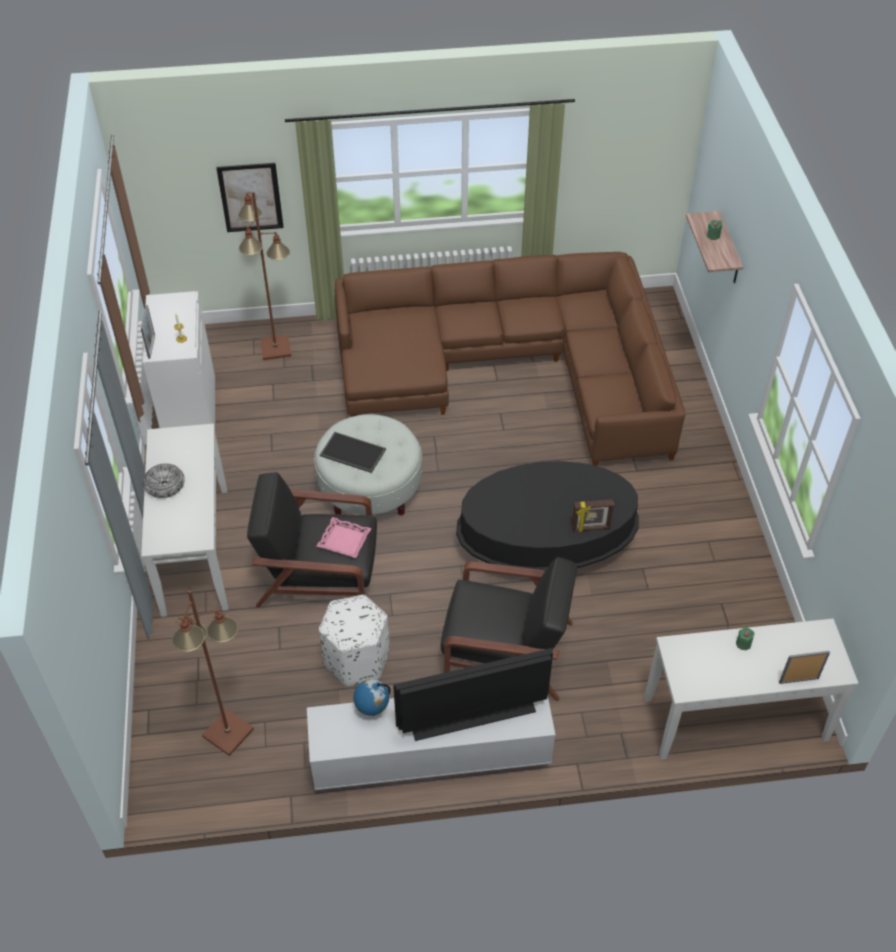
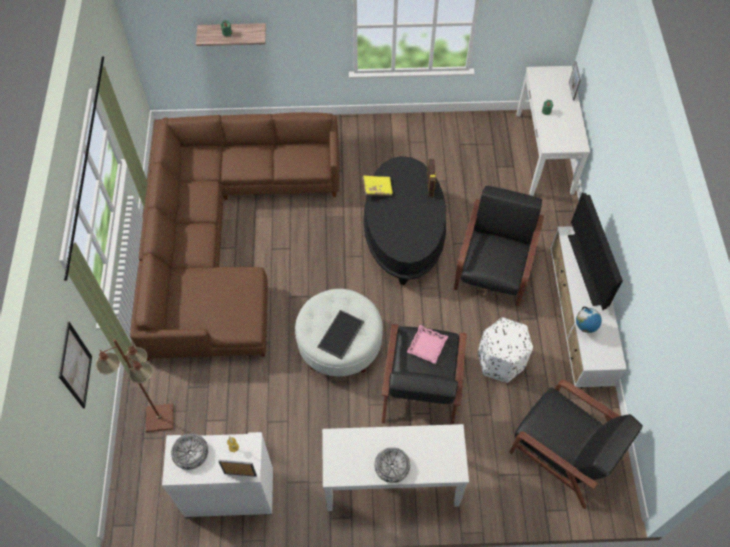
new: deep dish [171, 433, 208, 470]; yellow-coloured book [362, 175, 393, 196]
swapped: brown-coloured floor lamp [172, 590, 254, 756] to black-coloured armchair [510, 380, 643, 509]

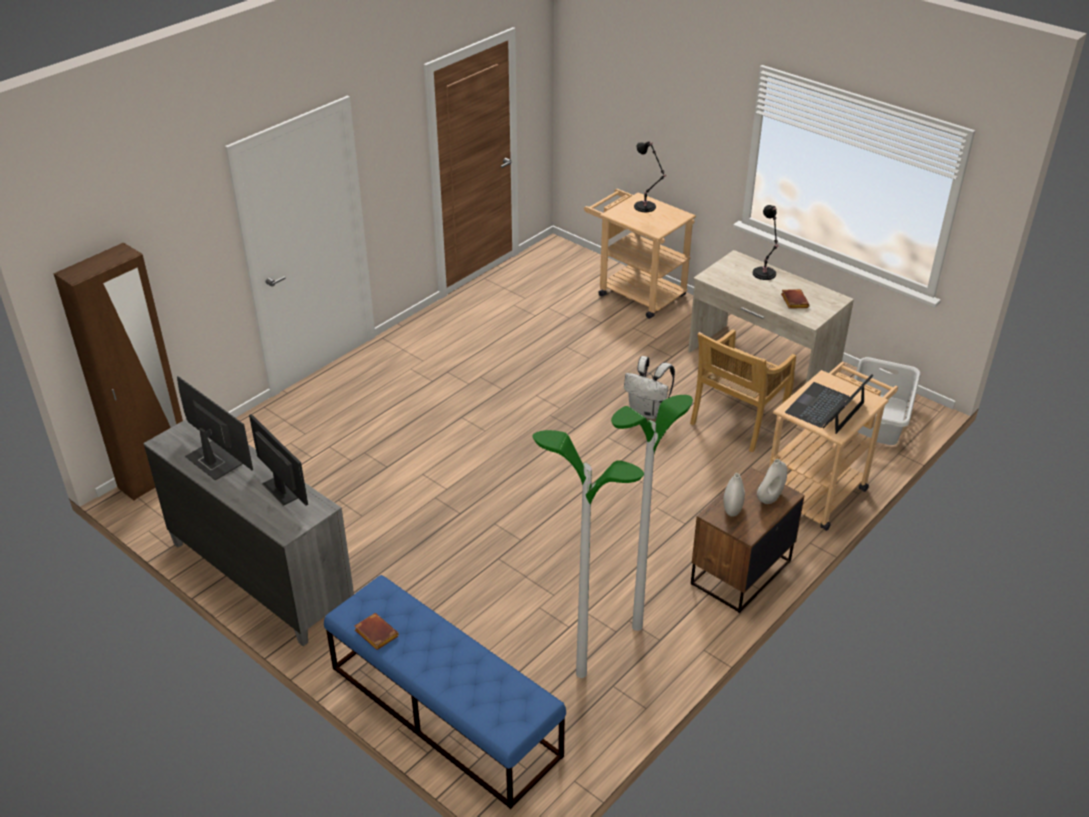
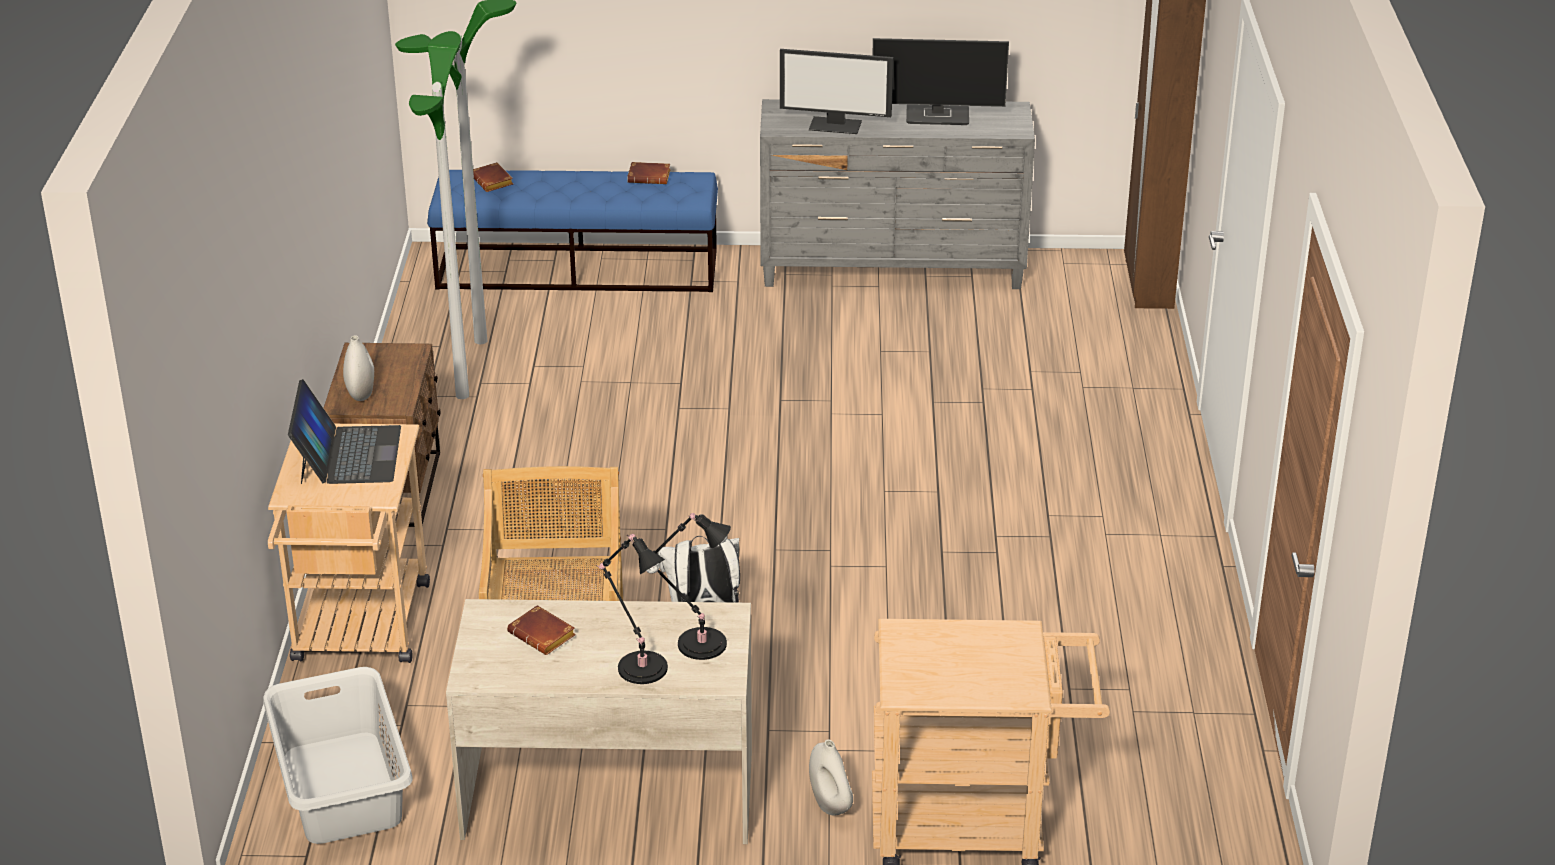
new: brown-coloured book [473, 162, 513, 192]
shifted: black-coloured tabletop lamp [634, 141, 667, 212] to [653, 513, 731, 660]; whitish flower vase [723, 473, 745, 517] to [809, 739, 853, 816]

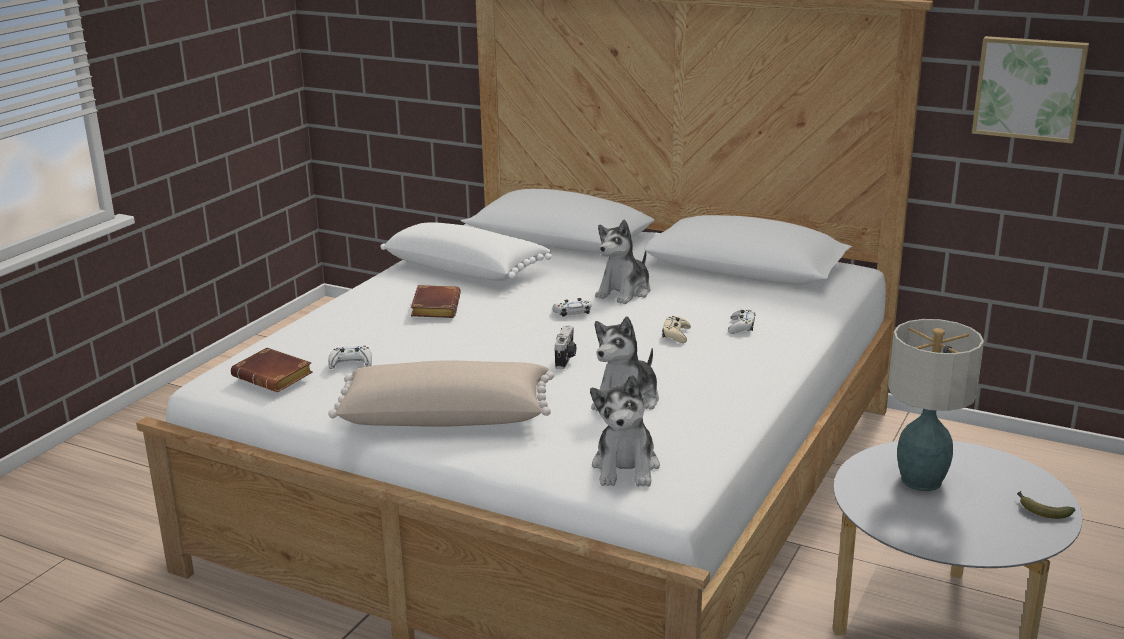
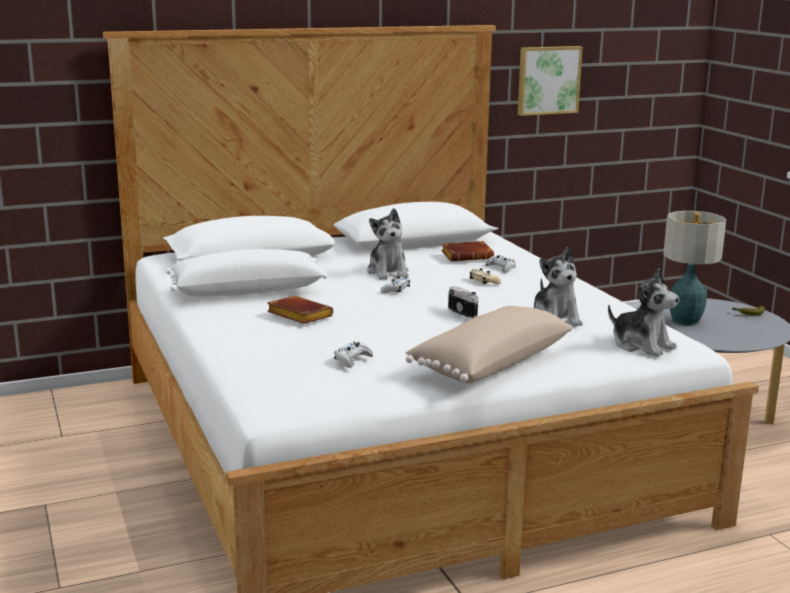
shifted: brown-coloured book [231, 348, 313, 392] to [441, 241, 494, 261]

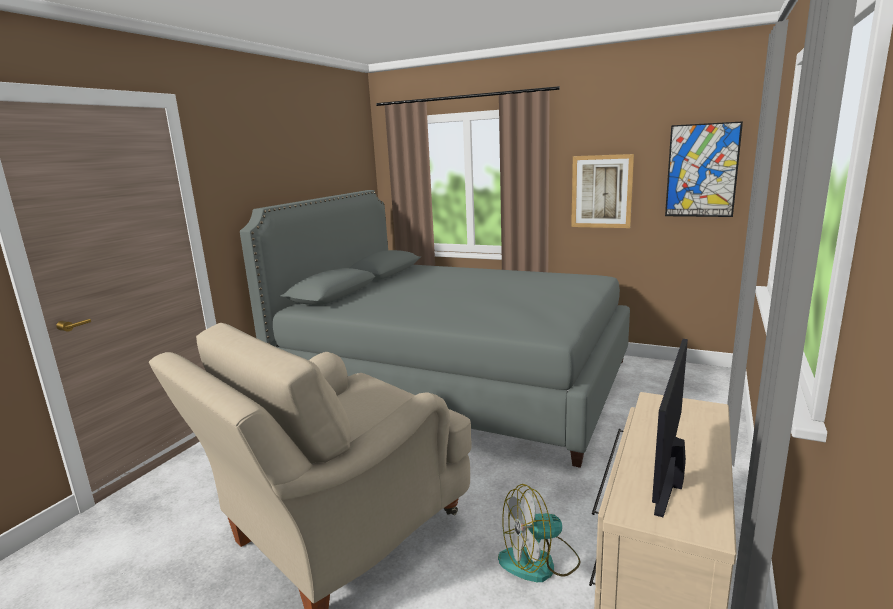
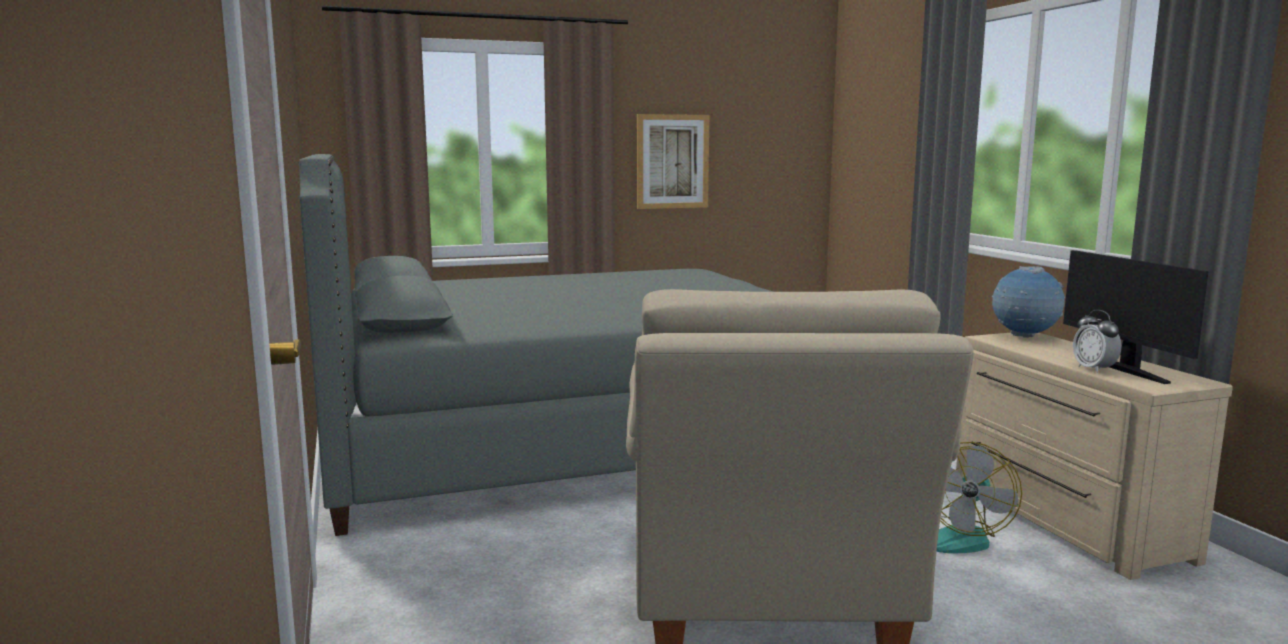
gone: picture [665, 121, 743, 217]
new: globe [991, 266, 1065, 338]; alarm clock [1073, 310, 1122, 373]

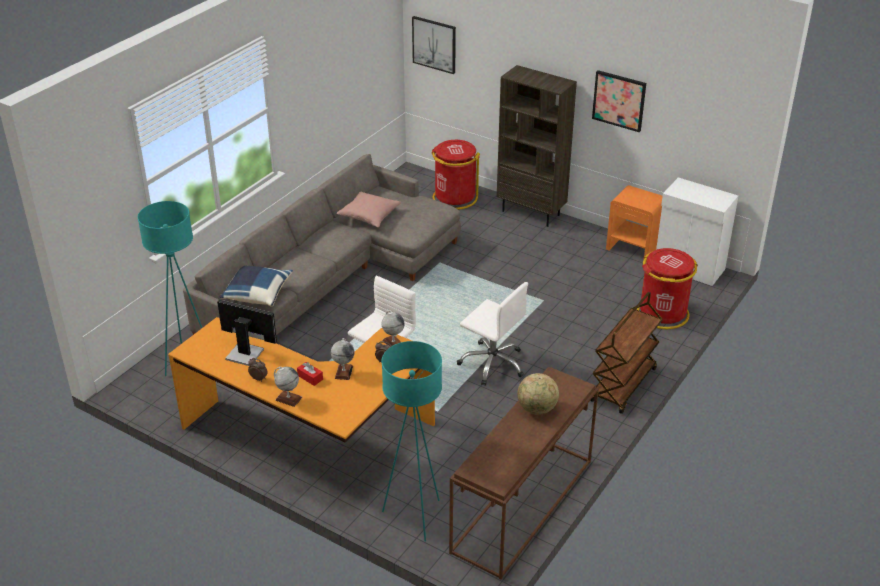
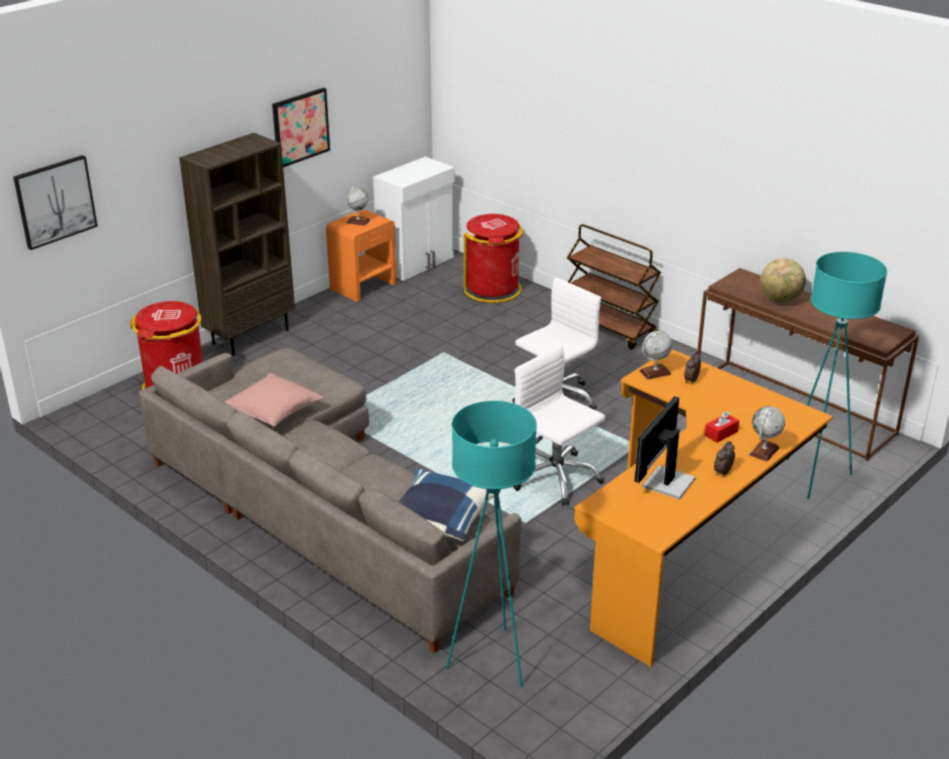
shifted: globe [331, 338, 355, 380] to [345, 187, 370, 226]

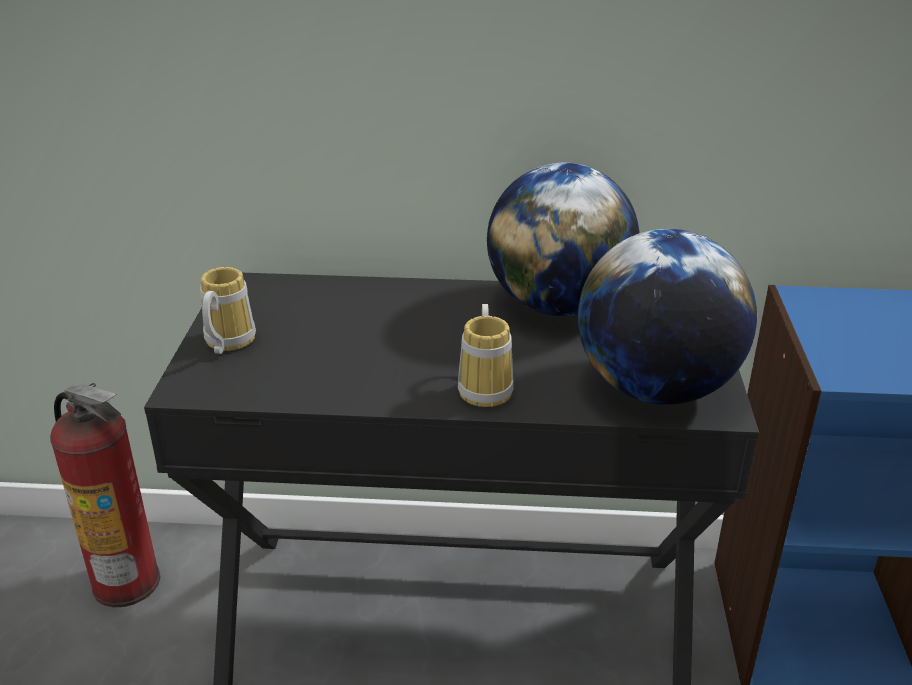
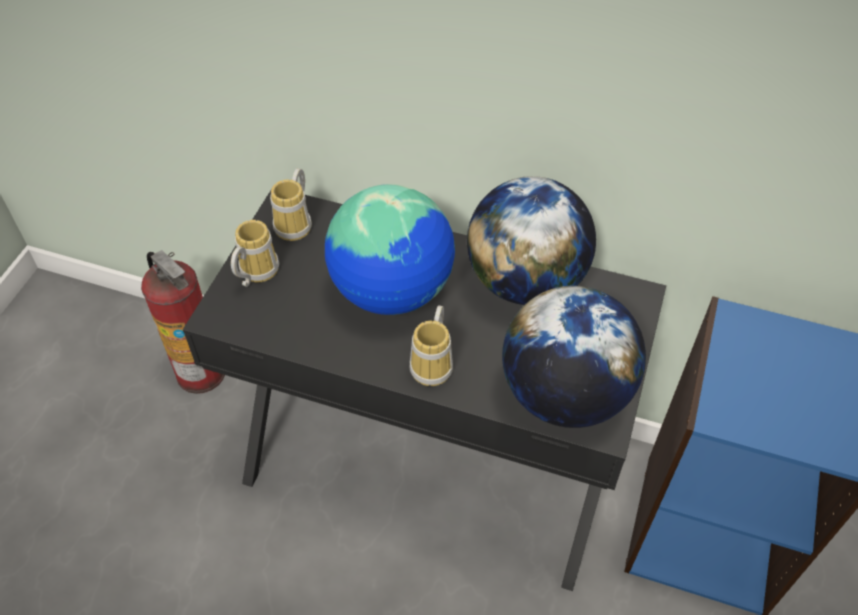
new: tea mug [270, 168, 312, 241]; globe [325, 184, 455, 315]

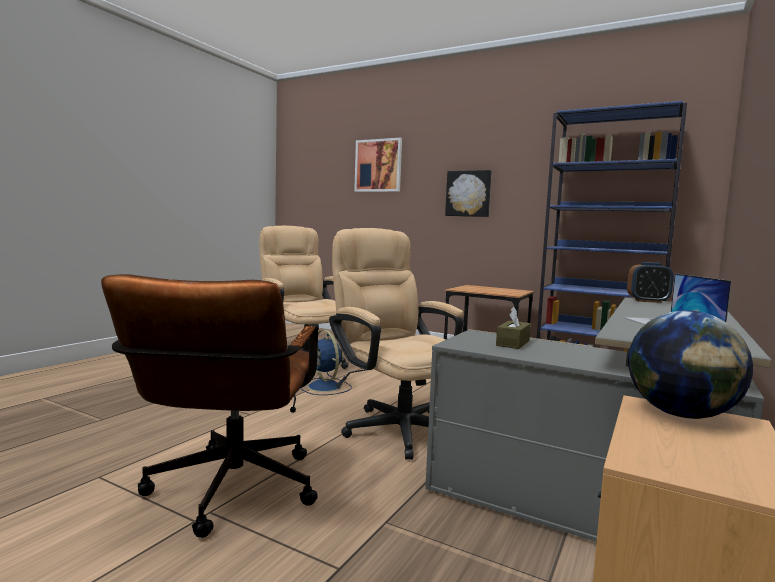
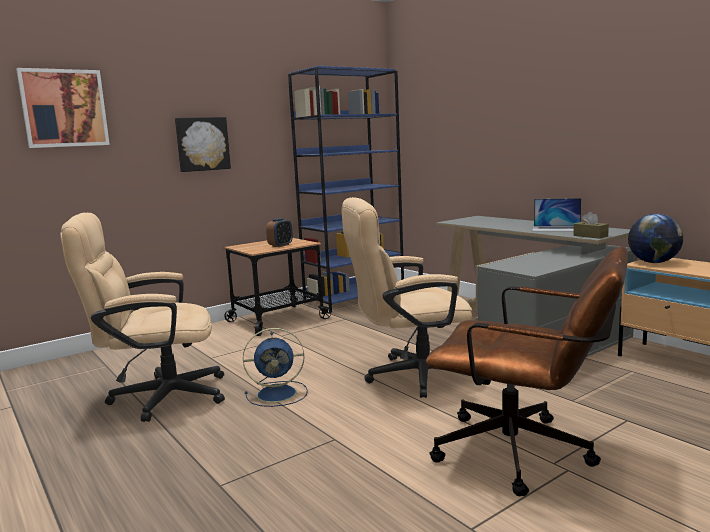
shifted: brown-coloured box of tissues [496, 307, 531, 349] to [573, 212, 609, 239]; alarm clock [627, 262, 674, 303] to [266, 218, 293, 247]

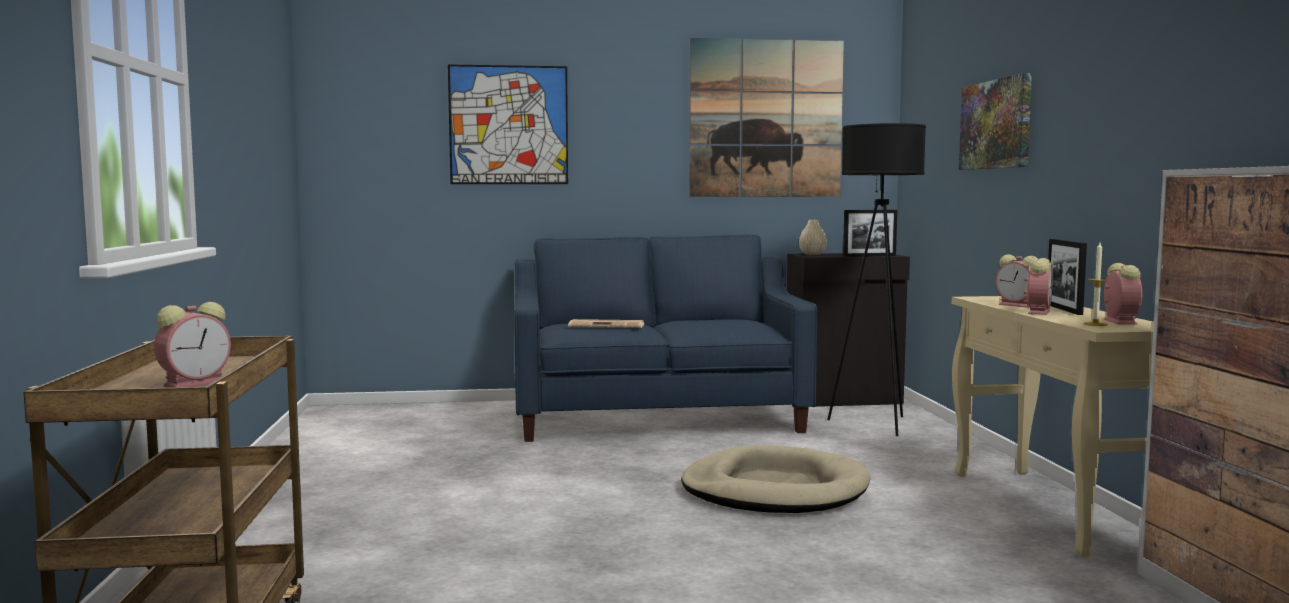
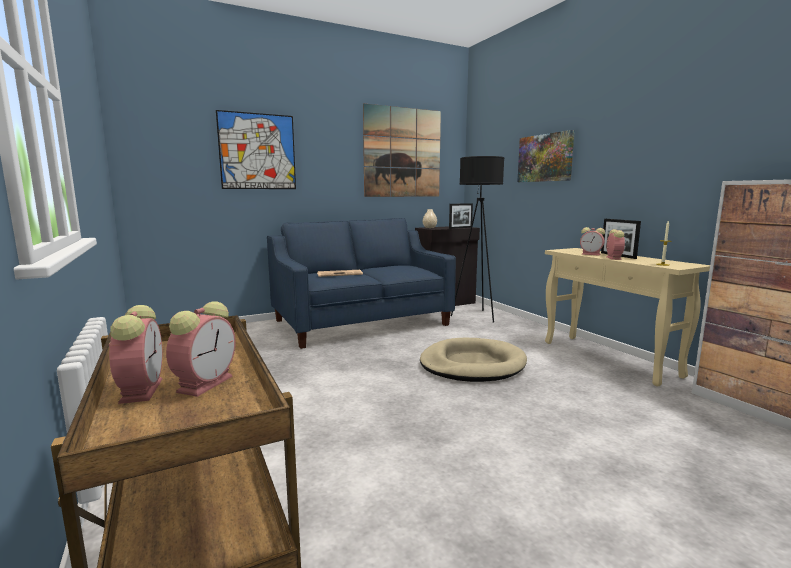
shifted: alarm clock [1104, 263, 1142, 325] to [109, 305, 162, 404]

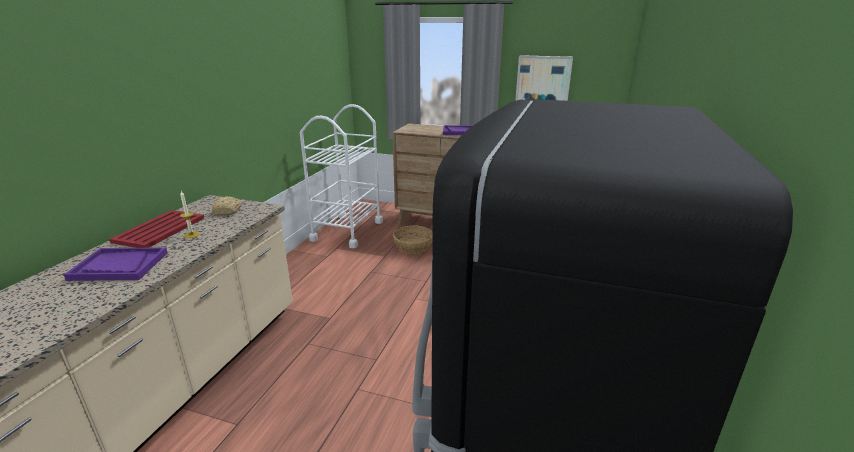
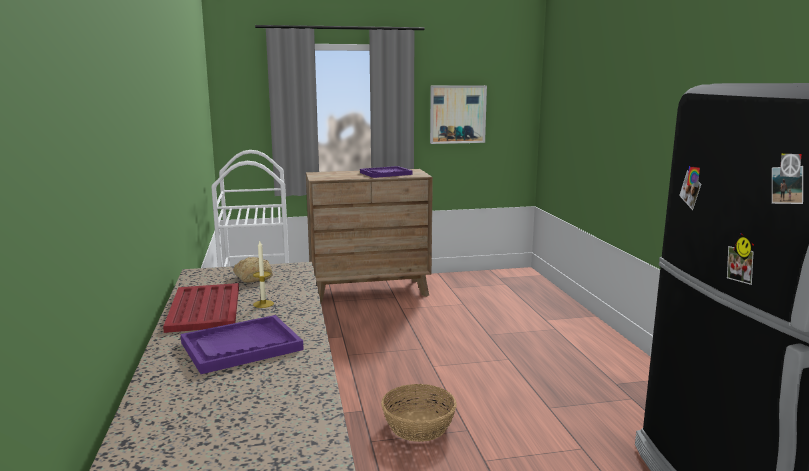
shifted: storage basket [393, 225, 433, 254] to [381, 384, 457, 442]

